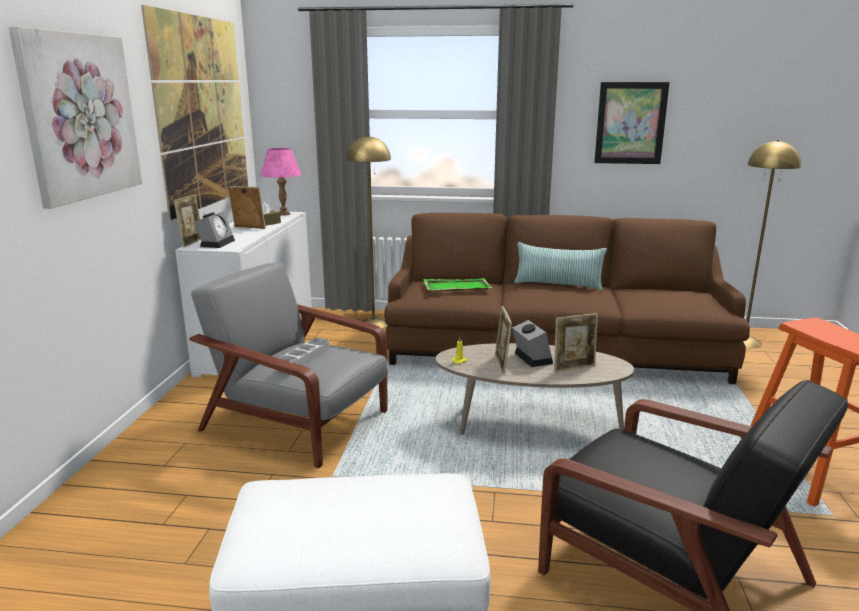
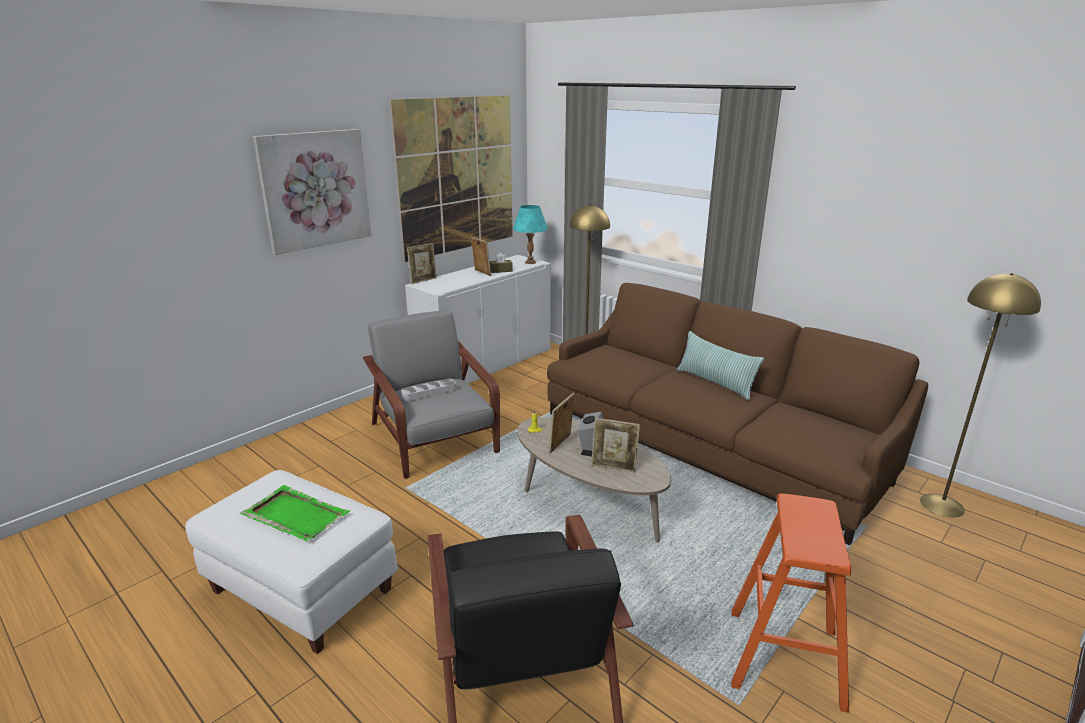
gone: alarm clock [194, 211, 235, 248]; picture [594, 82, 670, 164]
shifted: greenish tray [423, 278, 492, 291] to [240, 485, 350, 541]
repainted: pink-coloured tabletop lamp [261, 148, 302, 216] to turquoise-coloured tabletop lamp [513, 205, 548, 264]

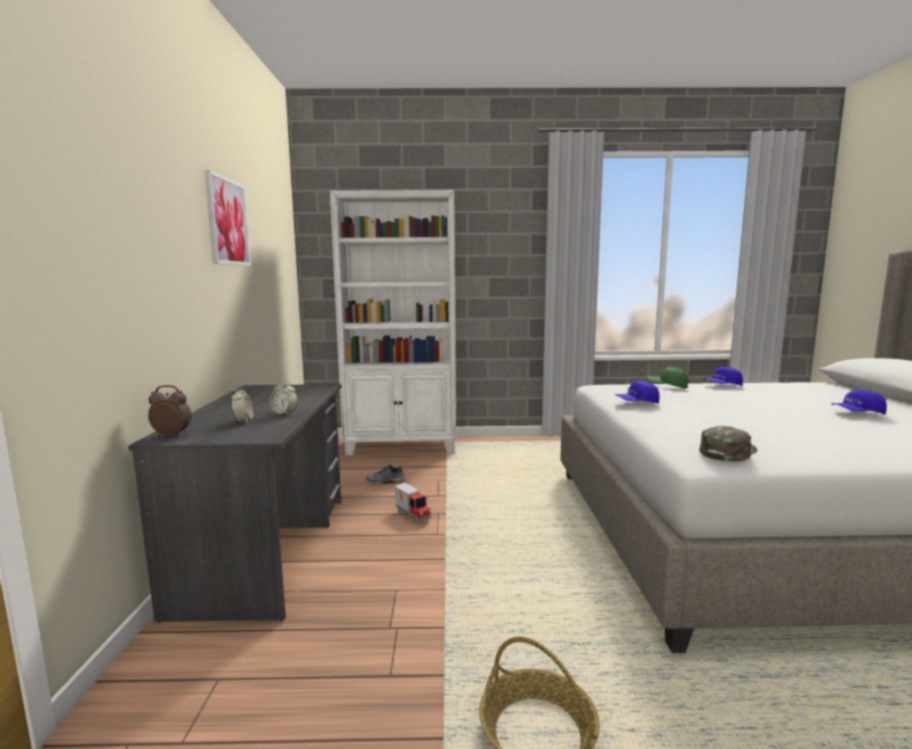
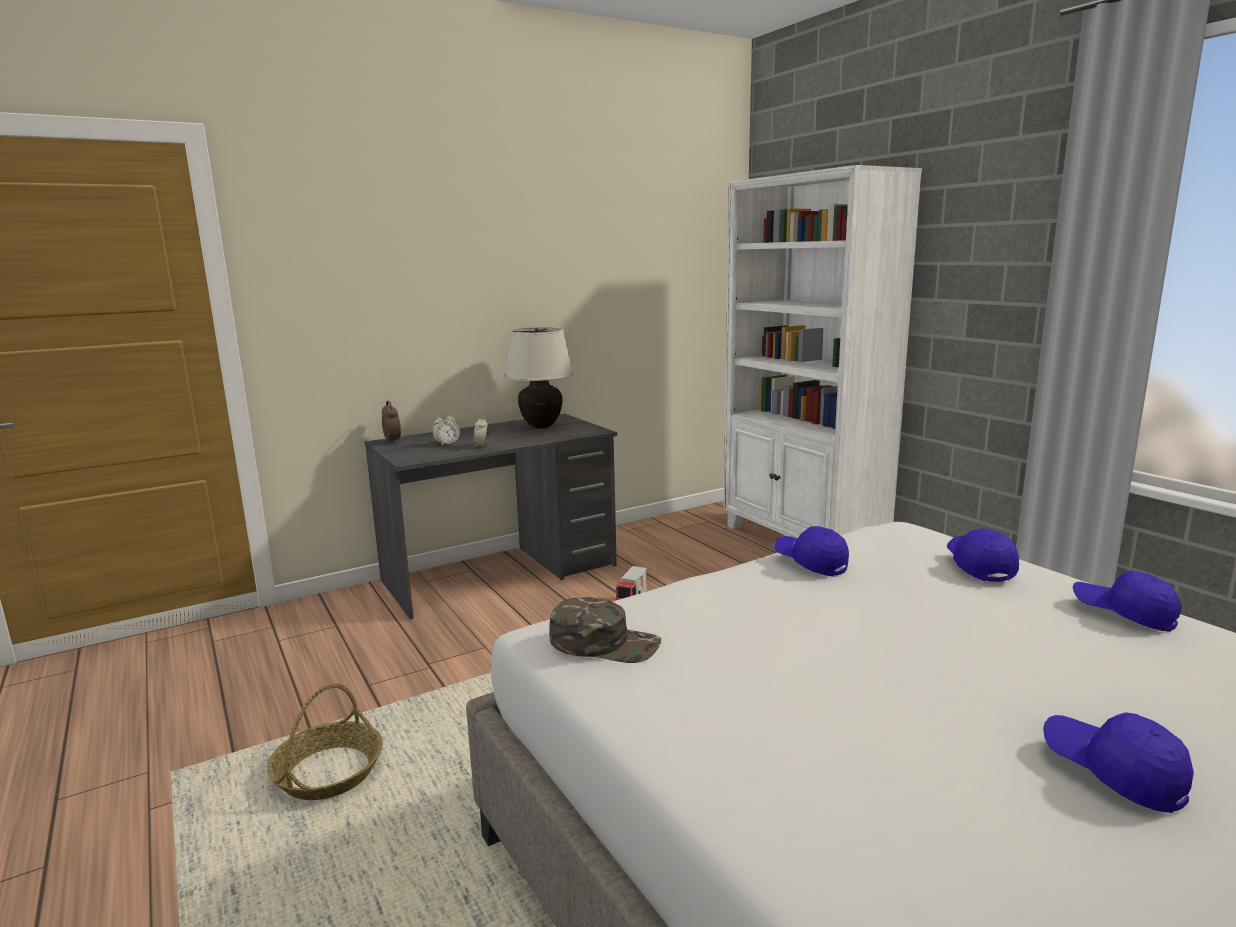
gone: picture [205, 170, 251, 266]; grey shoe [366, 464, 405, 484]
new: beige-coloured tabletop lamp [504, 327, 573, 429]
repainted: greenish peaked cap [646, 366, 689, 389] to blue-coloured peaked cap [947, 528, 1019, 582]

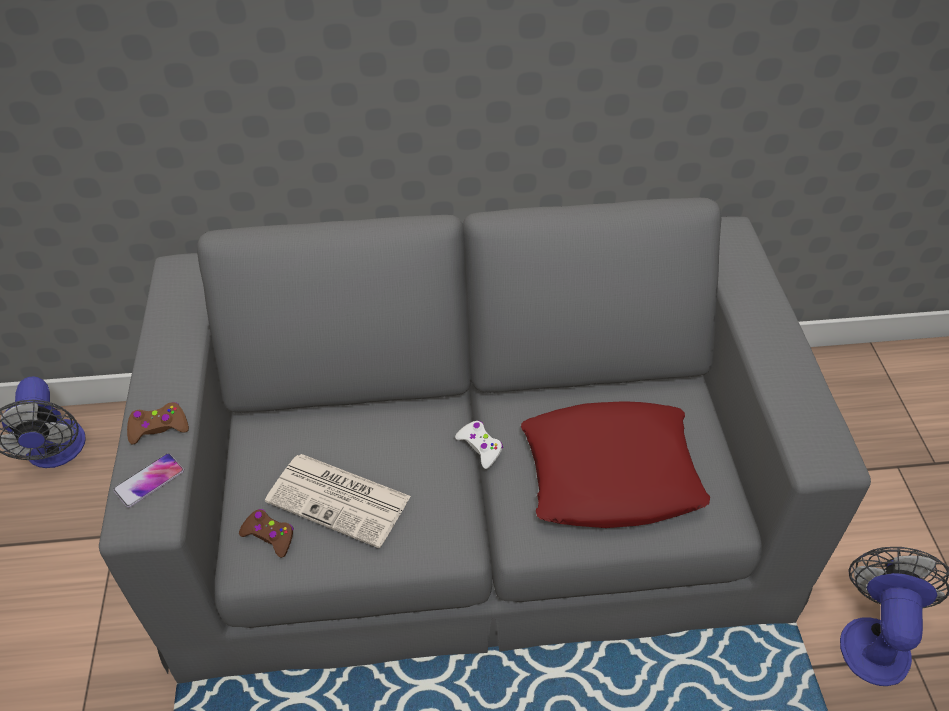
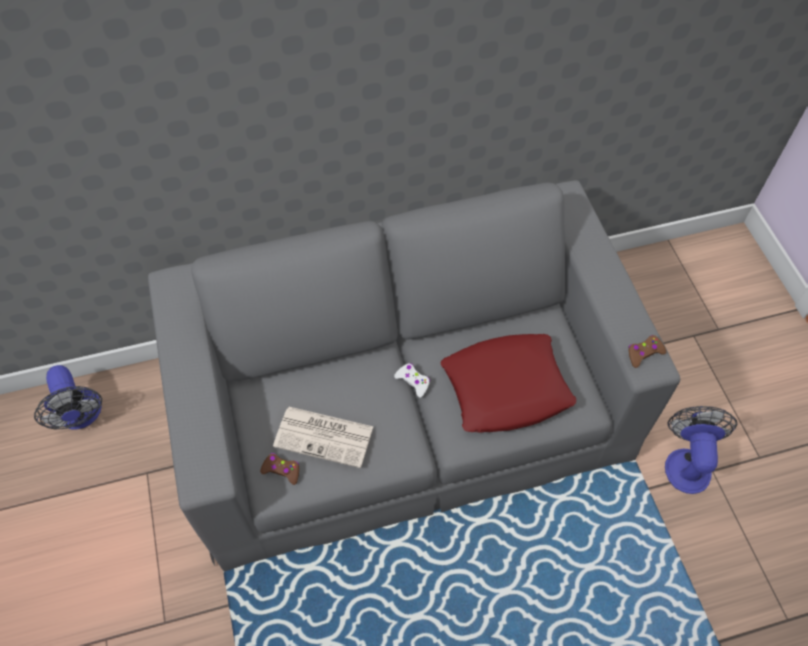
gone: telephone [113, 453, 184, 508]
shifted: brown-coloured joypad [127, 402, 189, 444] to [628, 335, 666, 368]

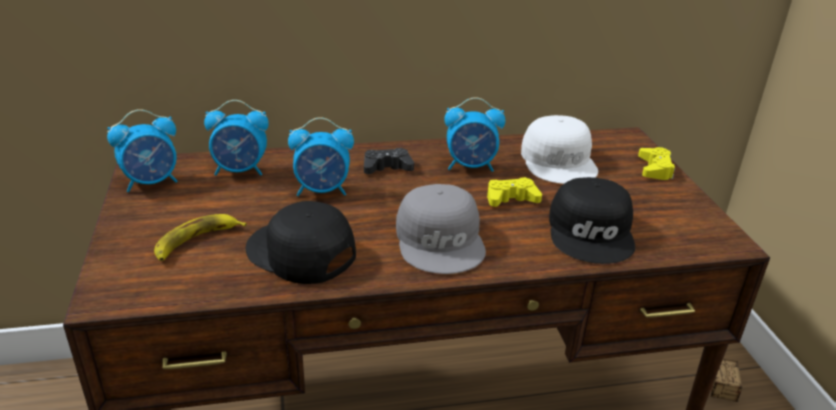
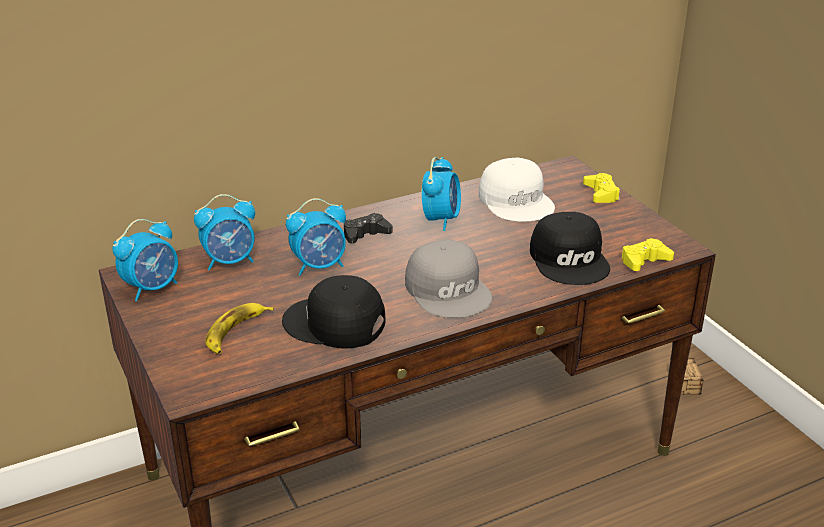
shifted: yellow-coloured joypad [487, 177, 542, 207] to [621, 238, 674, 271]
rotated: alarm clock [444, 97, 505, 172] = [422, 157, 461, 231] 60 degrees counterclockwise

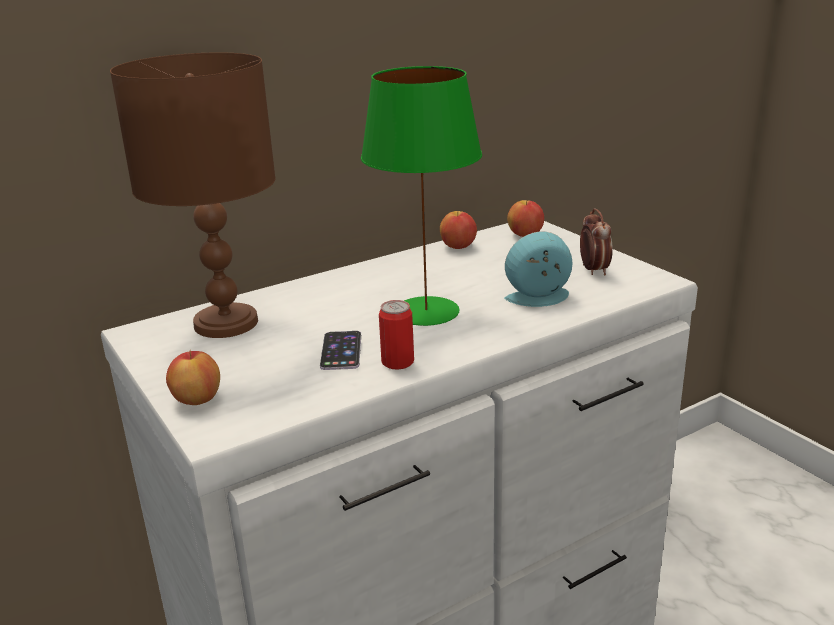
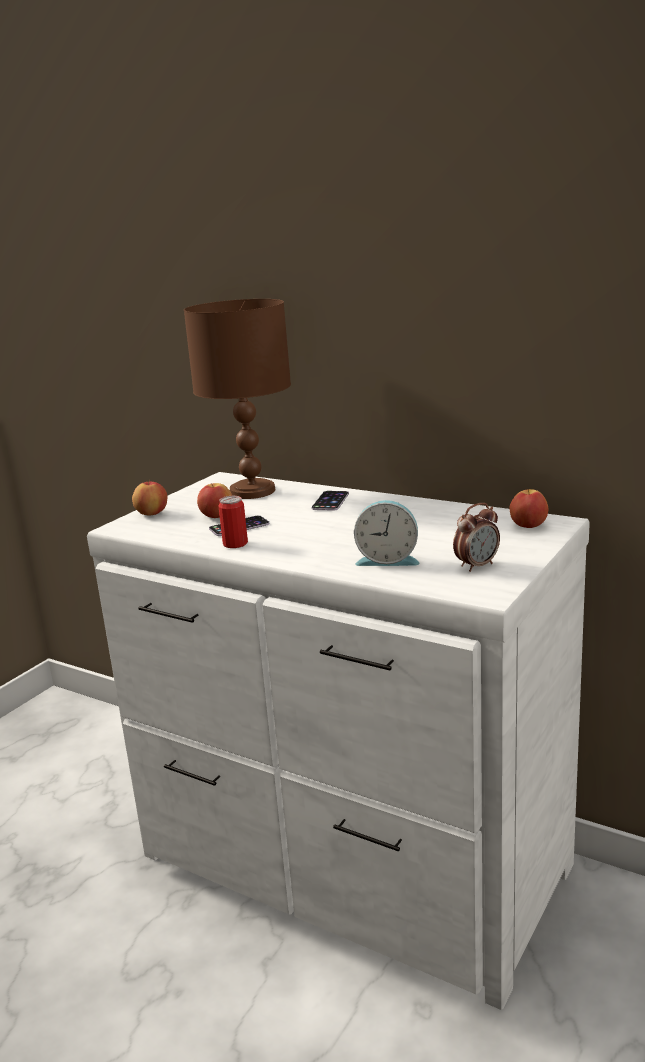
gone: greenish tabletop lamp [361, 66, 482, 326]
new: telephone [312, 491, 349, 511]
shifted: whole apple [440, 211, 477, 249] to [197, 483, 232, 518]
rotated: alarm clock [504, 232, 573, 307] = [354, 500, 420, 566] 135 degrees clockwise

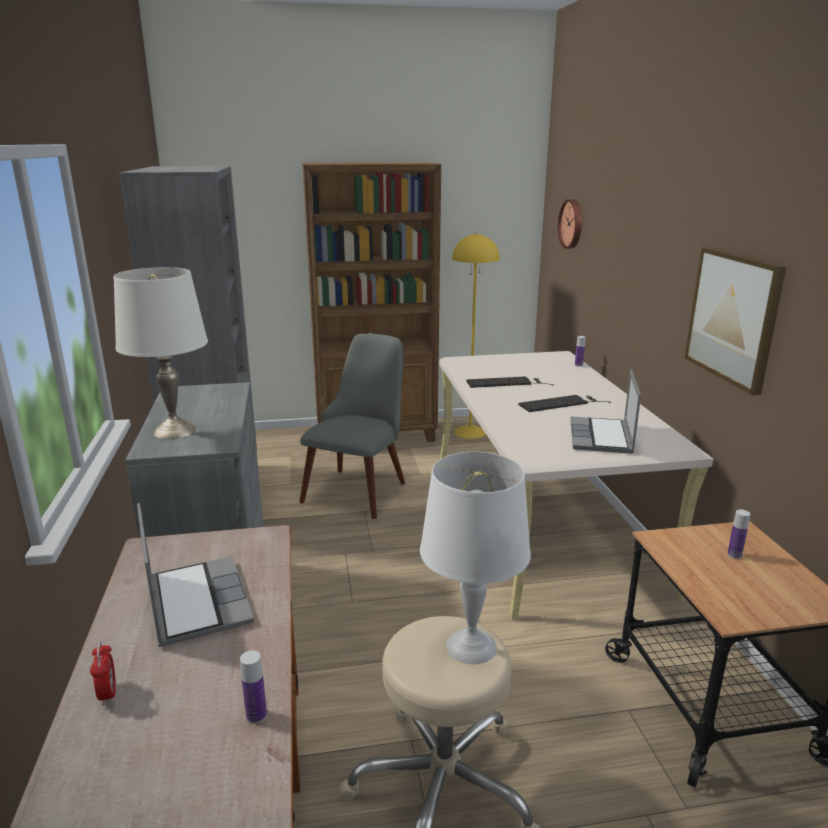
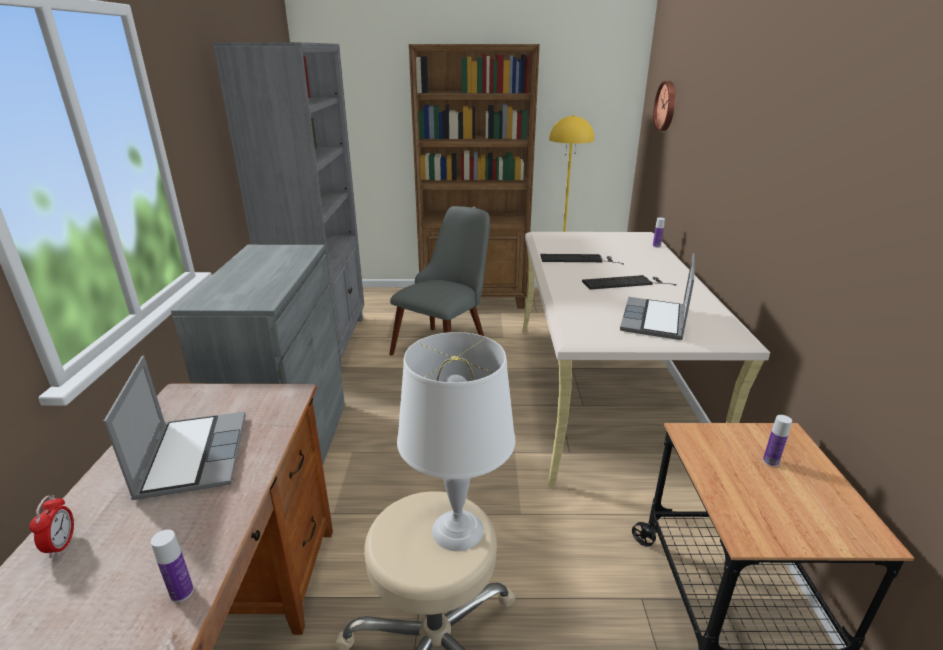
gone: whitish tabletop lamp [114, 267, 208, 439]; picture [685, 247, 786, 395]

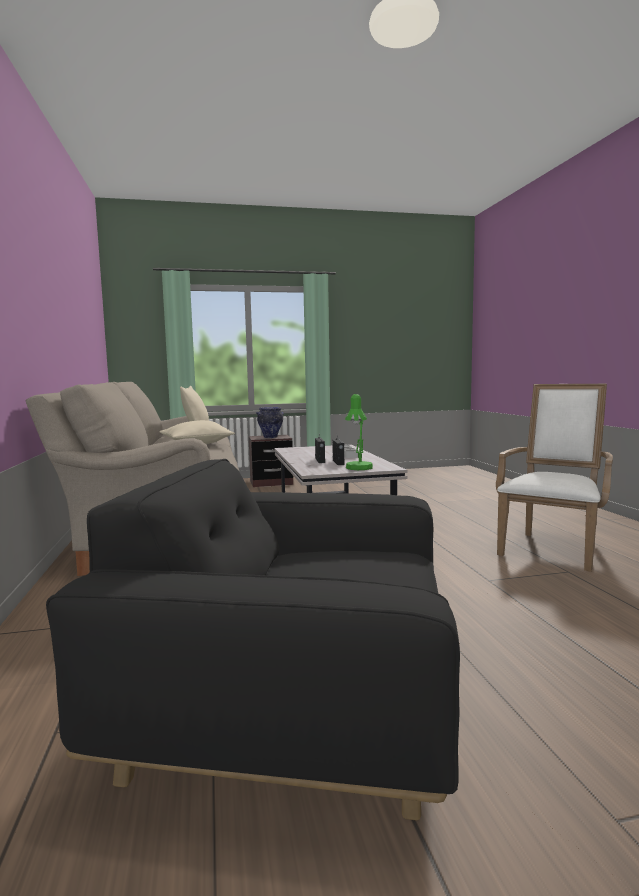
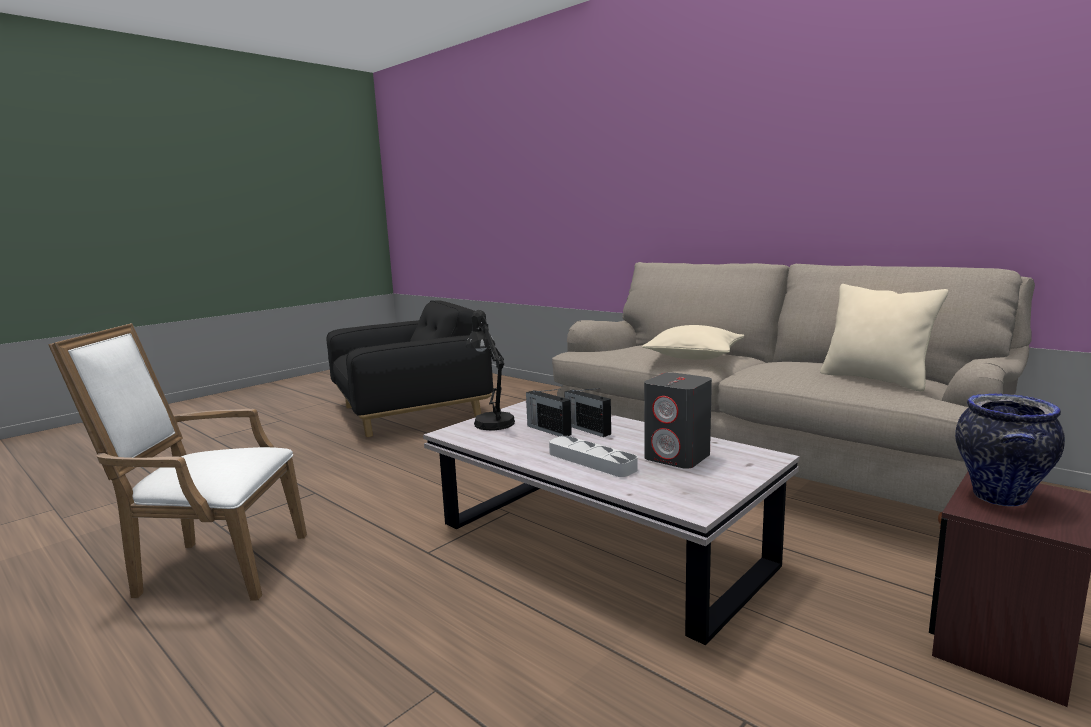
new: grey audio speaker [644, 372, 712, 469]
repainted: greenish tabletop lamp [345, 394, 373, 470] to black-coloured tabletop lamp [466, 310, 515, 431]
rotated: whitish armchair [496, 384, 613, 572] = [48, 323, 307, 601] 90 degrees clockwise

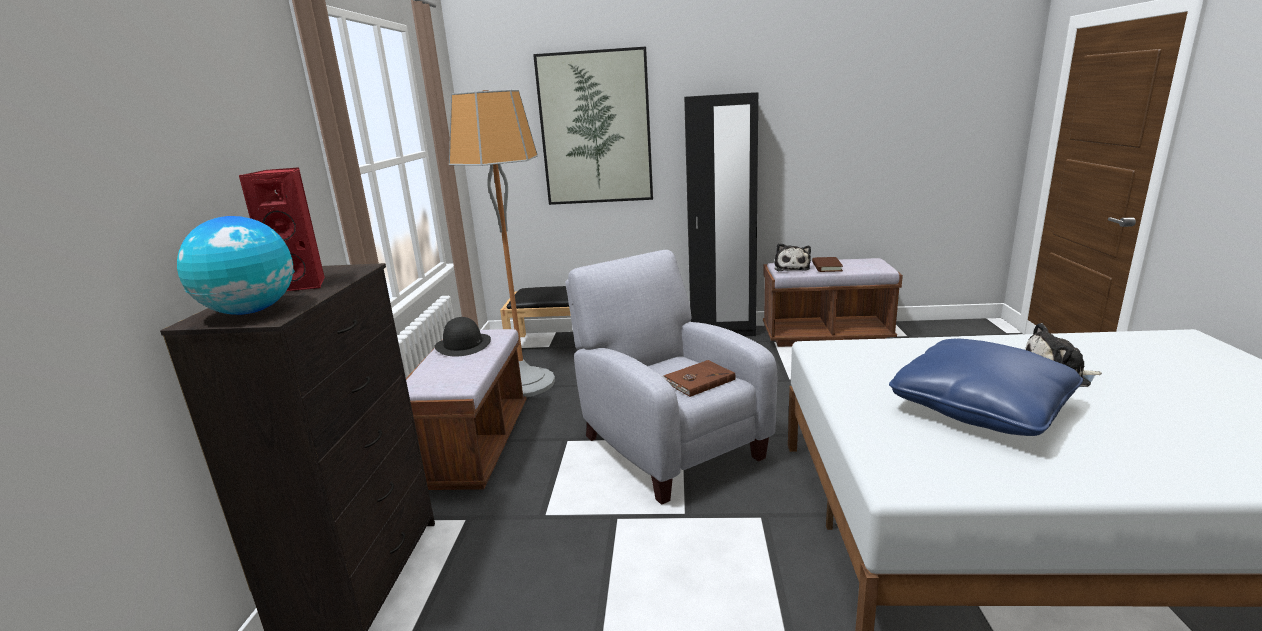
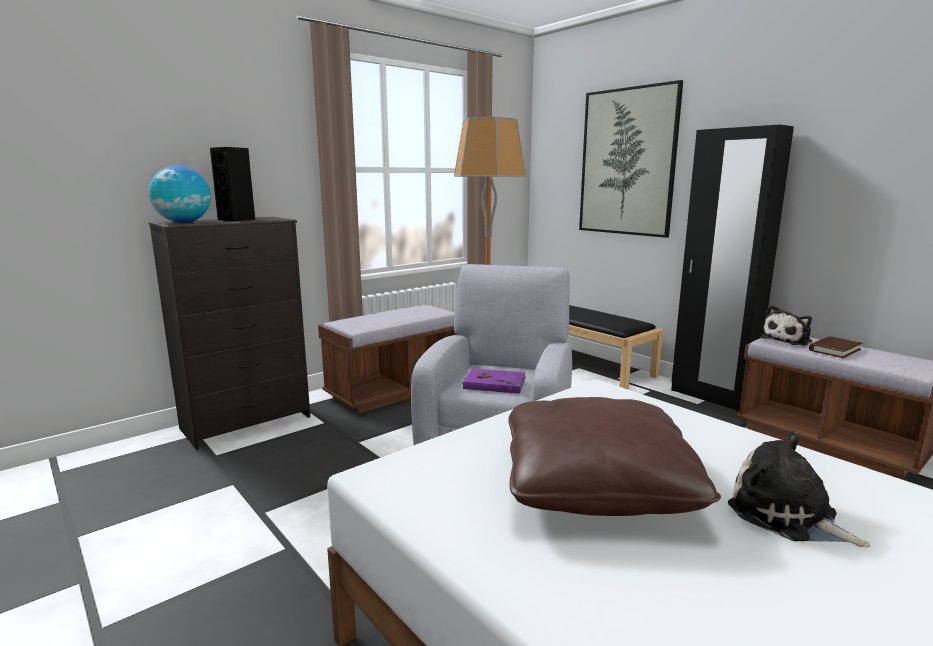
gone: black-coloured wearable hat [435, 317, 491, 357]
repainted: red-coloured audio speaker [239, 167, 325, 291] to black-coloured audio speaker [210, 147, 255, 221]; brown-coloured book [662, 360, 736, 397] to purplish book [462, 368, 526, 394]; blue-coloured pillow [889, 339, 1083, 436] to brown-coloured pillow [508, 397, 721, 516]

